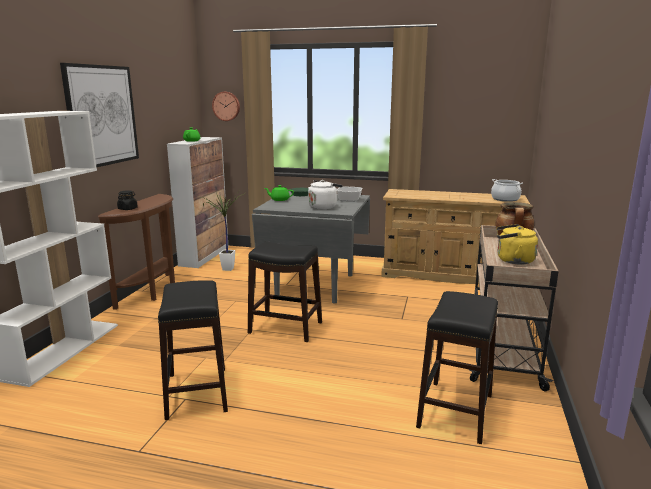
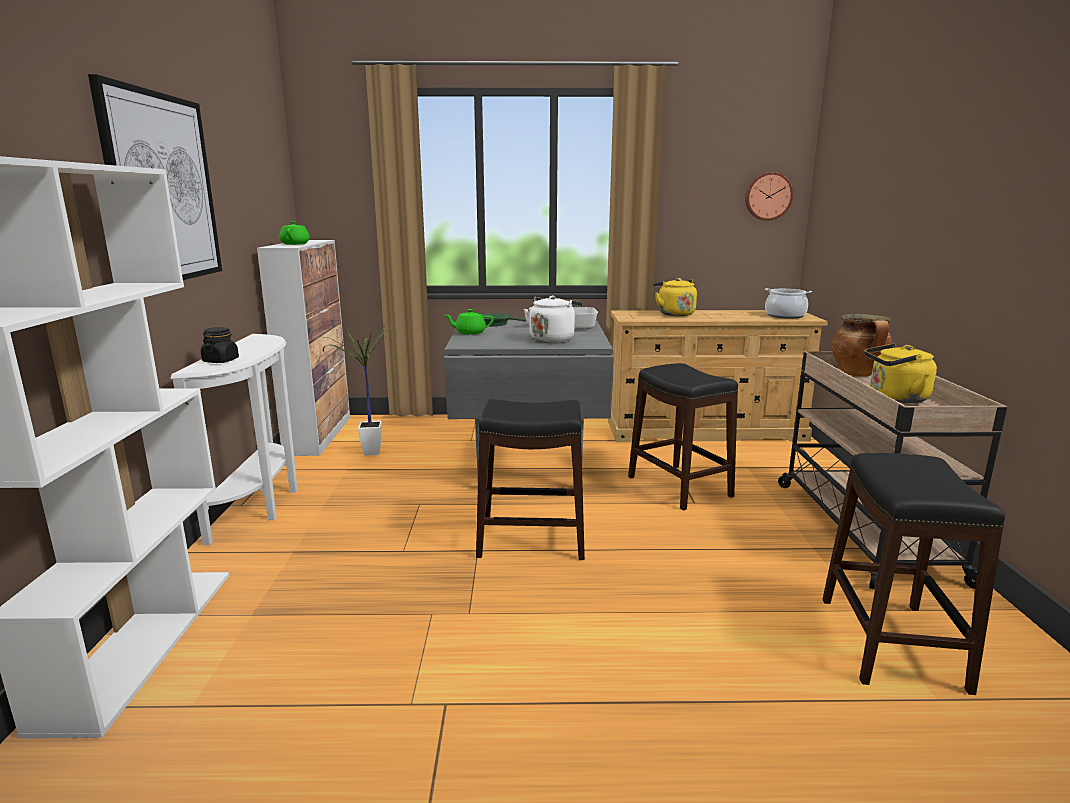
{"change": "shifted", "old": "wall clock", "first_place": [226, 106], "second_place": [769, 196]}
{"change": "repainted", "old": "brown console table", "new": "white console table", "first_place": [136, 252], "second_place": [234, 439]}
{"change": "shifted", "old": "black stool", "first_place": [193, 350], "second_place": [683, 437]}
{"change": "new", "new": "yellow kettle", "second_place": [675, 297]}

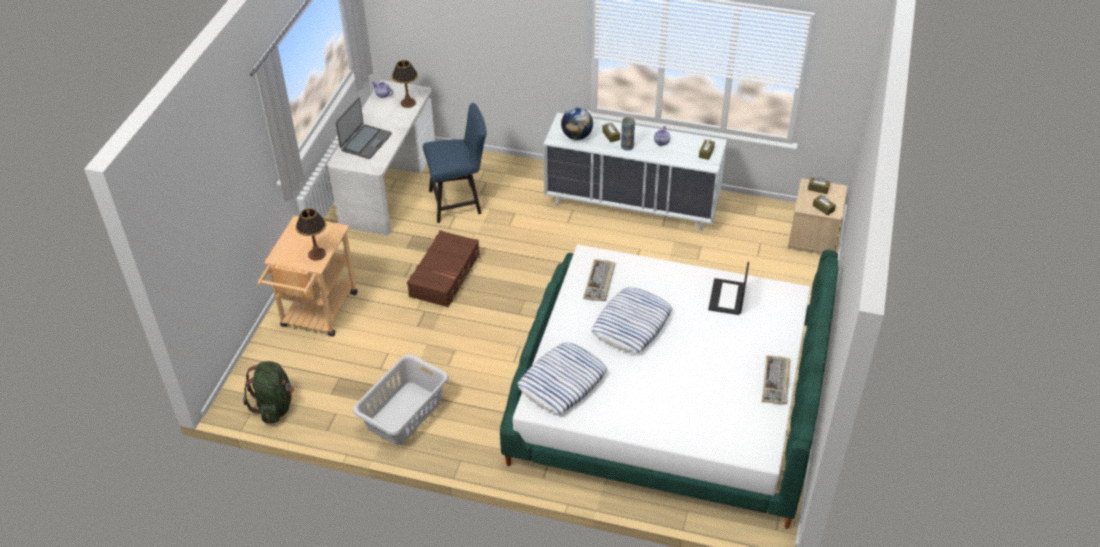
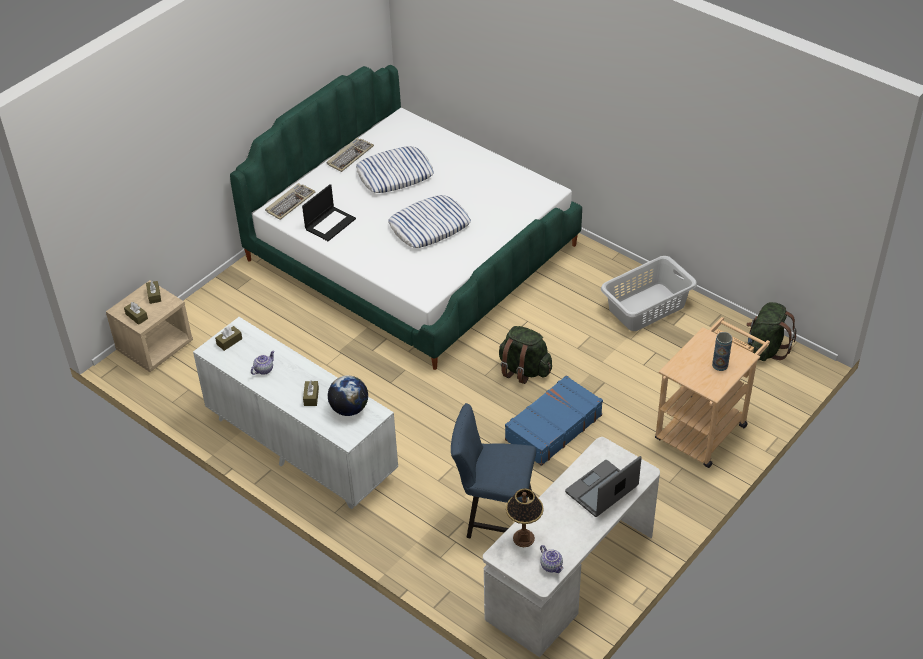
{"change": "shifted", "old": "vase", "first_place": [628, 134], "second_place": [722, 351]}
{"change": "gone", "old": "table lamp", "first_place": [311, 234]}
{"change": "repainted", "old": "brown suitcase", "new": "blue suitcase", "first_place": [443, 268], "second_place": [554, 420]}
{"change": "shifted", "old": "keyboard", "first_place": [599, 280], "second_place": [290, 201]}
{"change": "shifted", "old": "pillow", "first_place": [562, 378], "second_place": [395, 169]}
{"change": "new", "new": "green backpack", "second_place": [525, 355]}

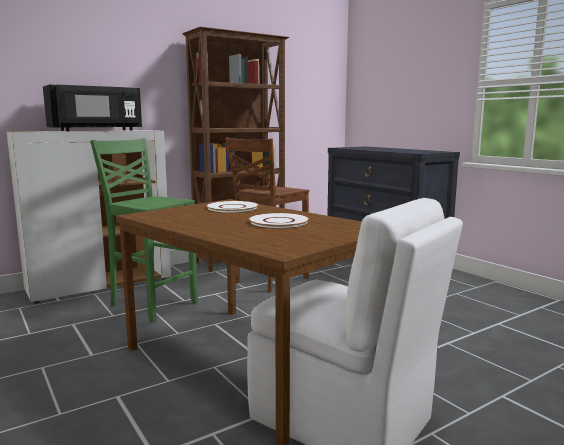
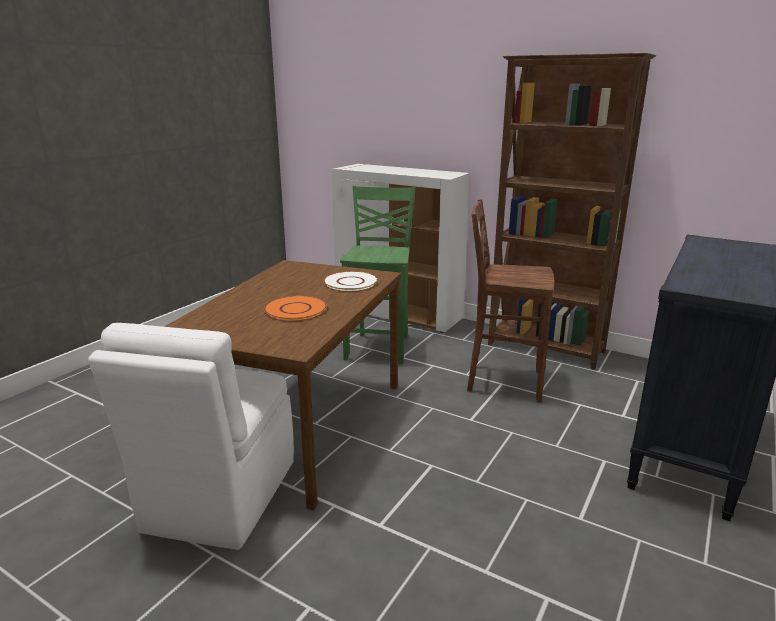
{"change": "gone", "old": "black microwave", "first_place": [92, 108]}
{"change": "repainted", "old": "white plate", "new": "orange plate", "first_place": [279, 220], "second_place": [295, 308]}

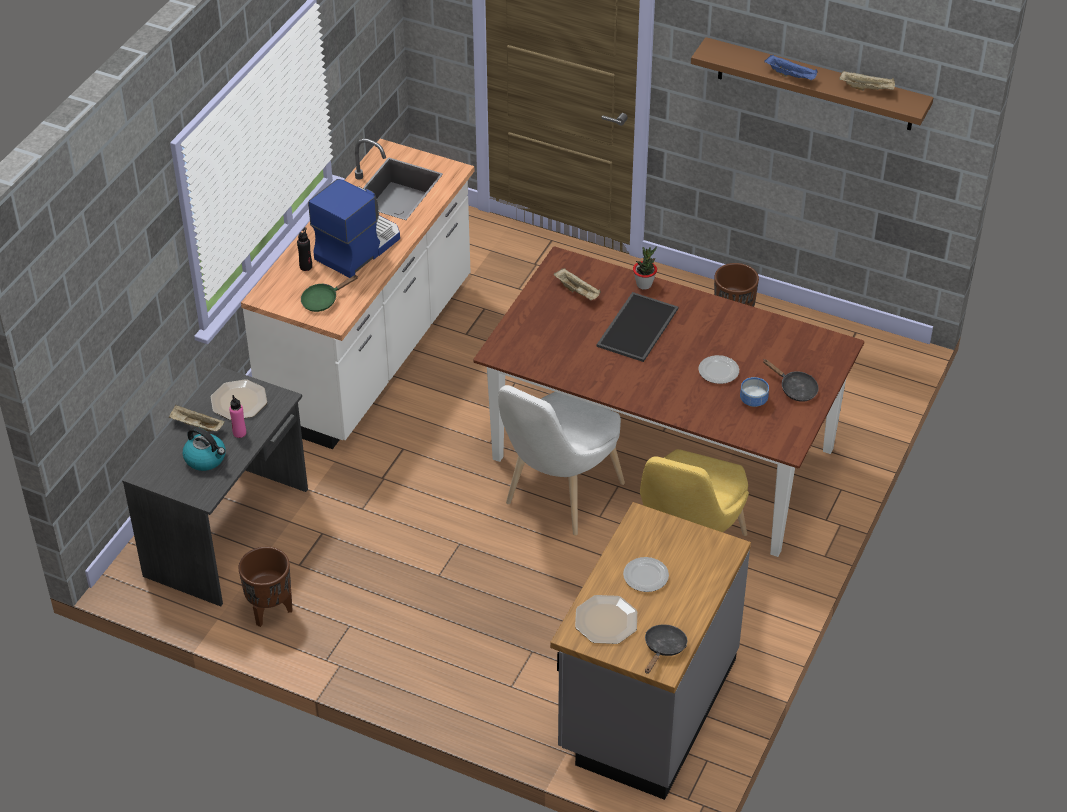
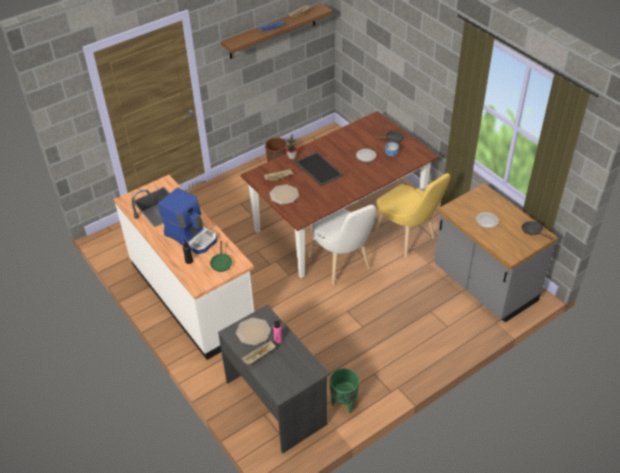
{"change": "rotated", "old": "coffee machine", "first_place": [354, 228], "second_place": [187, 220], "degrees": 150}
{"change": "gone", "old": "kettle", "first_place": [204, 449]}
{"change": "repainted", "old": "brown planter", "new": "green planter", "first_place": [265, 587], "second_place": [344, 390]}
{"change": "shifted", "old": "plate", "first_place": [606, 619], "second_place": [284, 194]}

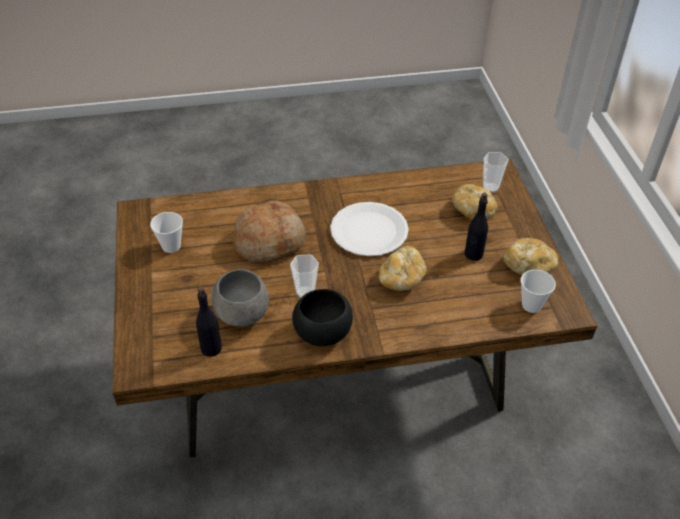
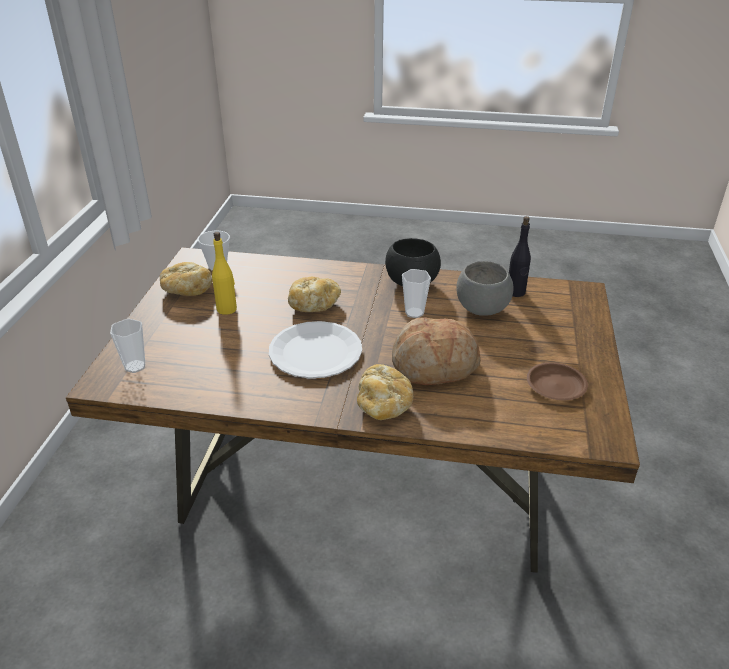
{"change": "shifted", "old": "bread", "first_place": [475, 202], "second_place": [385, 392]}
{"change": "repainted", "old": "black bottle", "new": "yellow bottle", "first_place": [476, 227], "second_place": [224, 273]}
{"change": "swapped", "old": "cup", "new": "brown plate", "first_place": [166, 232], "second_place": [557, 381]}

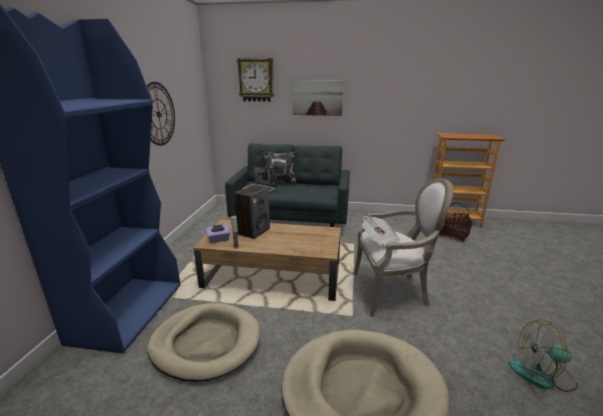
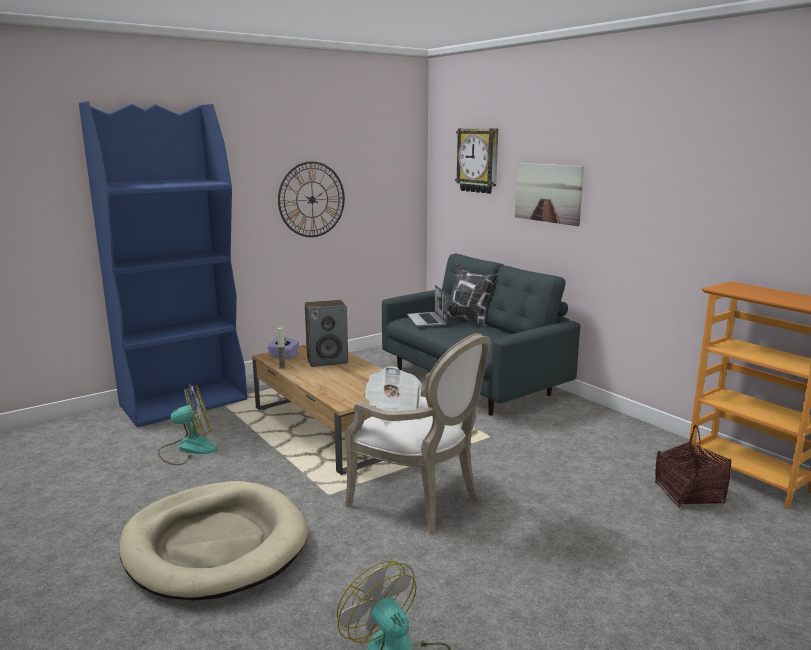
{"change": "swapped", "old": "beige dog bed", "new": "fan", "first_place": [203, 342], "second_place": [187, 424]}

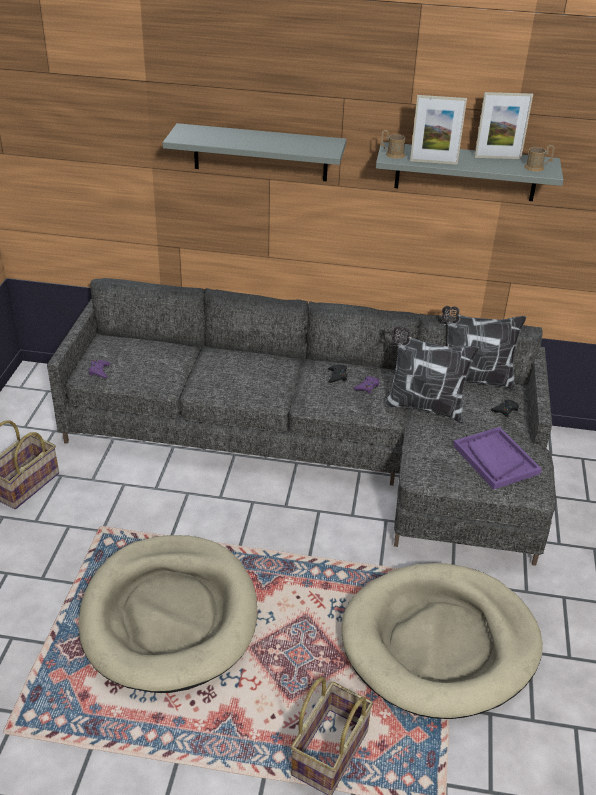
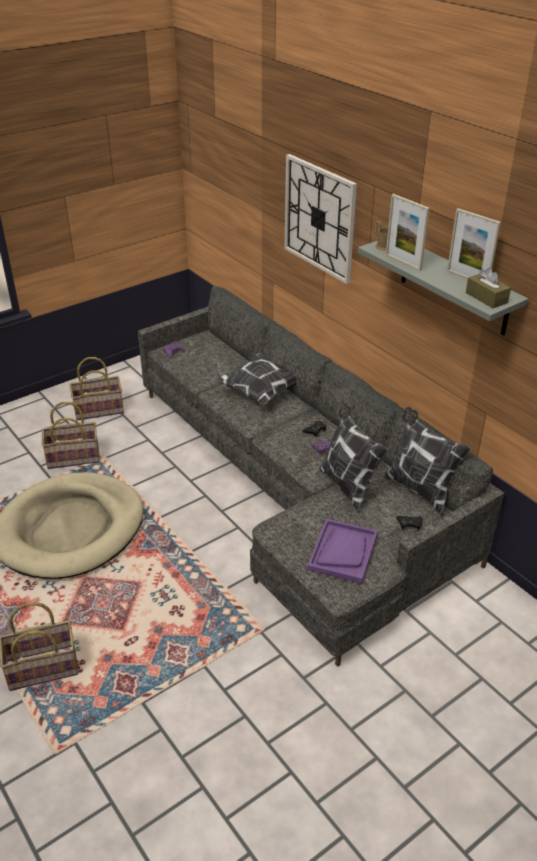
{"change": "swapped", "old": "grey shelf", "new": "wall clock", "first_place": [254, 152], "second_place": [320, 219]}
{"change": "swapped", "old": "brown mug", "new": "brown tissue box", "first_place": [539, 158], "second_place": [488, 287]}
{"change": "gone", "old": "beige dog bed", "first_place": [442, 641]}
{"change": "new", "new": "pillow", "second_place": [256, 379]}
{"change": "new", "new": "basket", "second_place": [71, 435]}

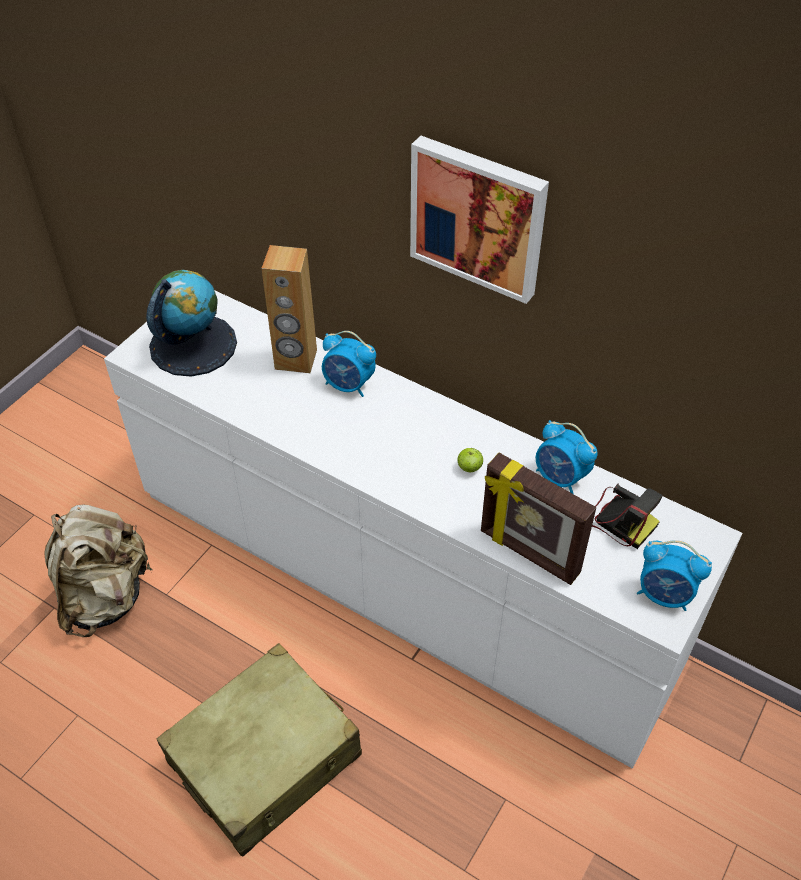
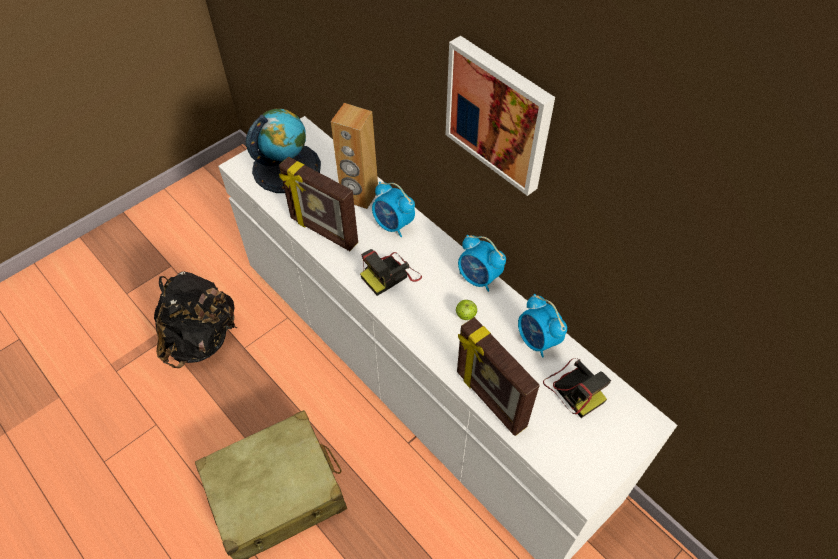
{"change": "repainted", "old": "beige backpack", "new": "black backpack", "first_place": [99, 571], "second_place": [196, 319]}
{"change": "shifted", "old": "alarm clock", "first_place": [674, 575], "second_place": [482, 263]}
{"change": "new", "new": "picture frame", "second_place": [318, 204]}
{"change": "new", "new": "photo camera", "second_place": [391, 272]}

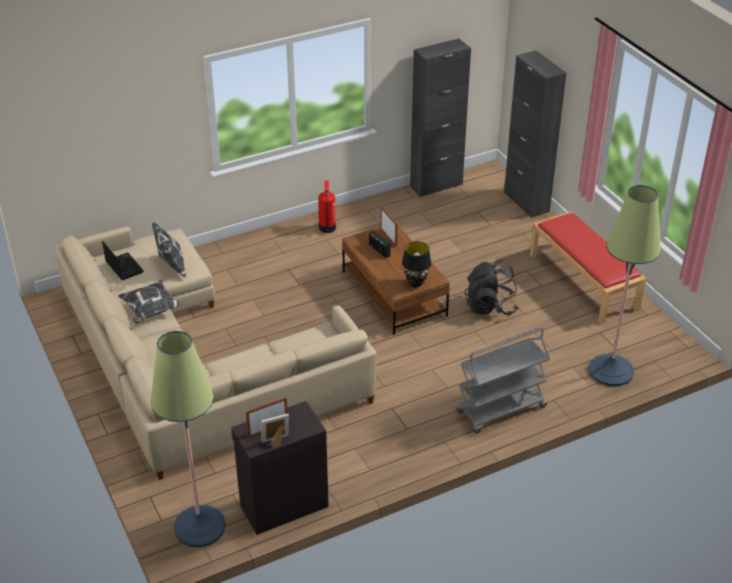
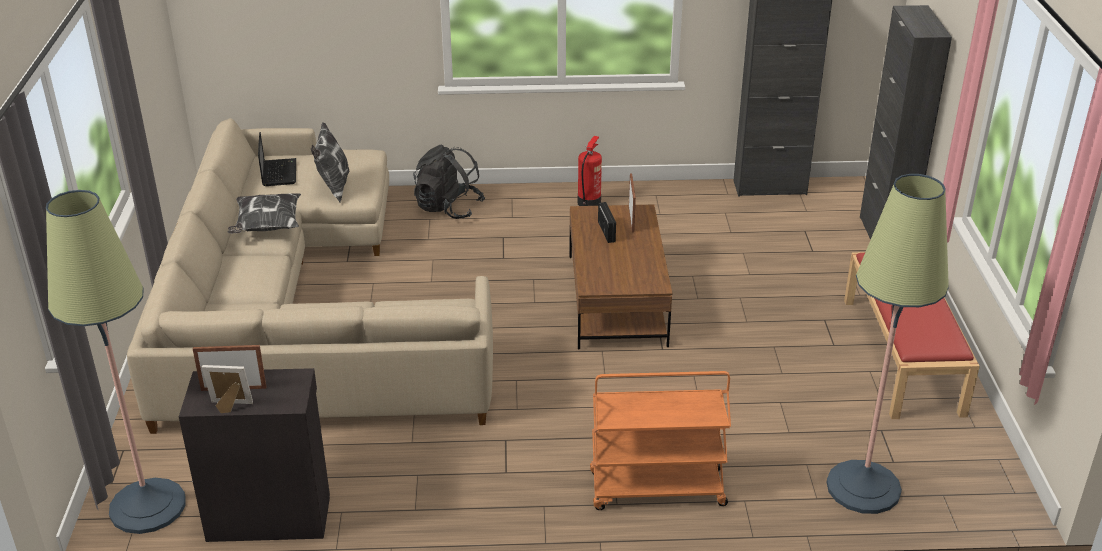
{"change": "gone", "old": "black table lamp", "first_place": [417, 264]}
{"change": "shifted", "old": "black backpack", "first_place": [492, 288], "second_place": [449, 181]}
{"change": "repainted", "old": "grey cart", "new": "orange cart", "first_place": [503, 380], "second_place": [660, 440]}

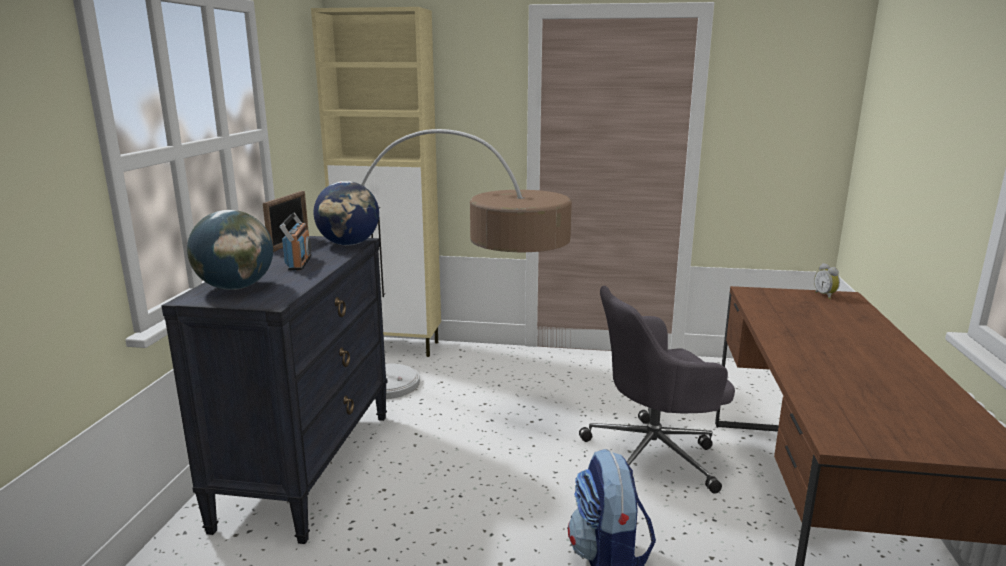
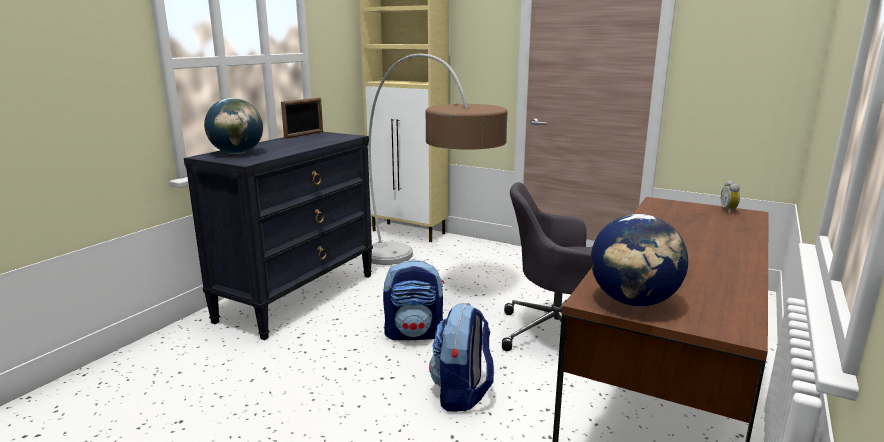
{"change": "shifted", "old": "globe", "first_place": [346, 213], "second_place": [639, 260]}
{"change": "gone", "old": "radio", "first_place": [295, 242]}
{"change": "new", "new": "backpack", "second_place": [413, 299]}

